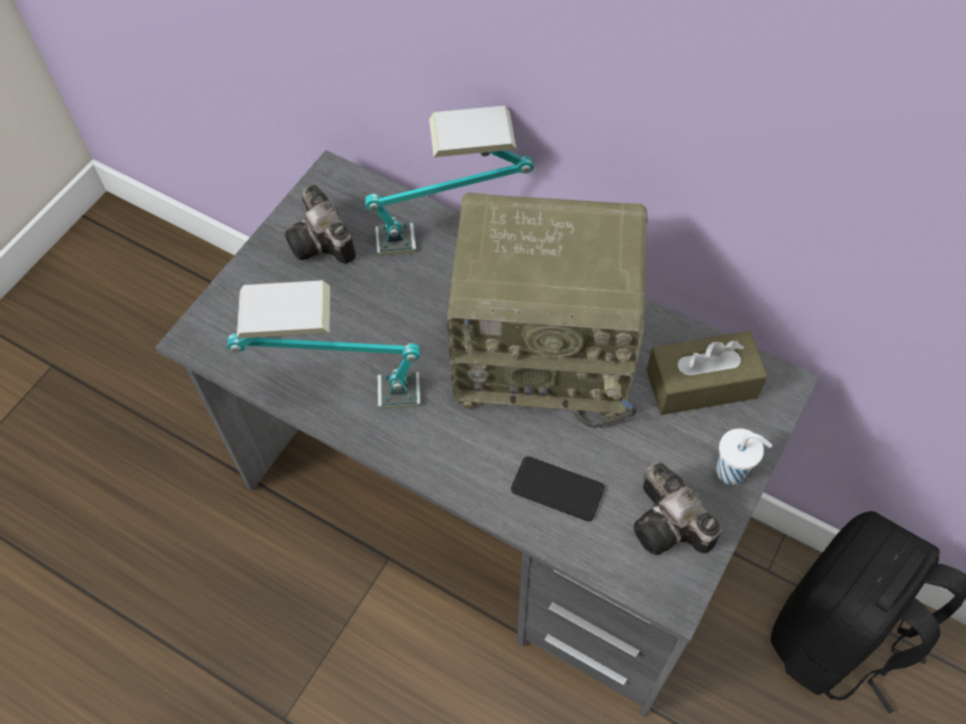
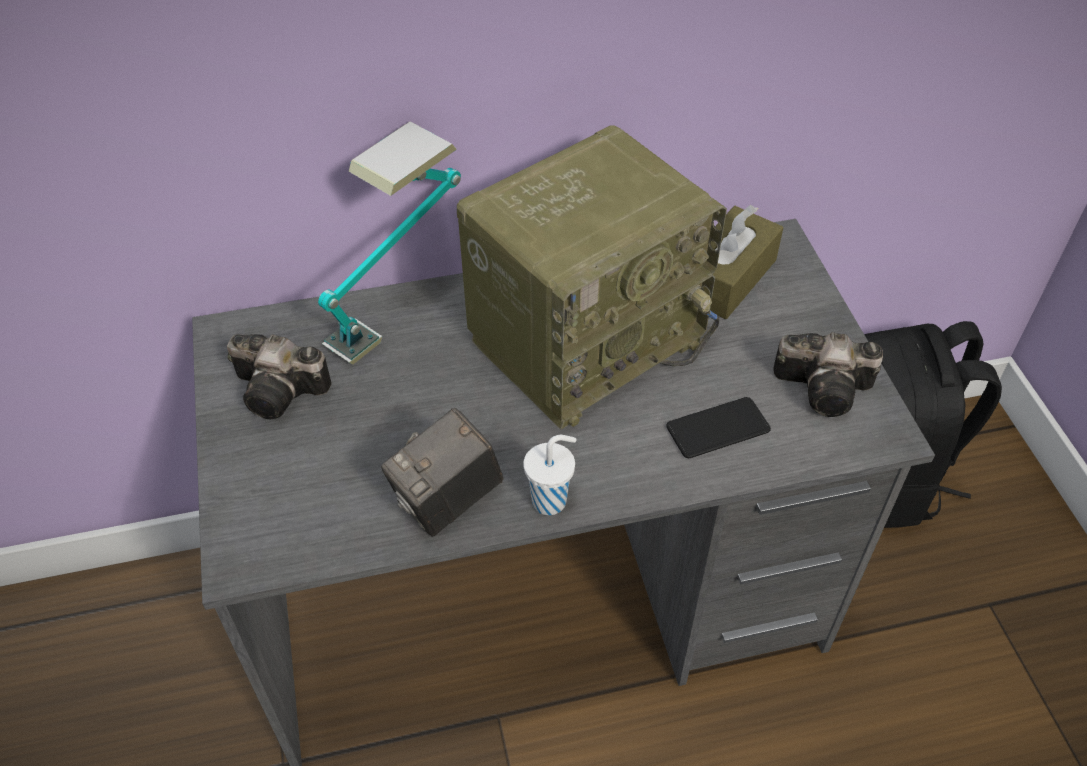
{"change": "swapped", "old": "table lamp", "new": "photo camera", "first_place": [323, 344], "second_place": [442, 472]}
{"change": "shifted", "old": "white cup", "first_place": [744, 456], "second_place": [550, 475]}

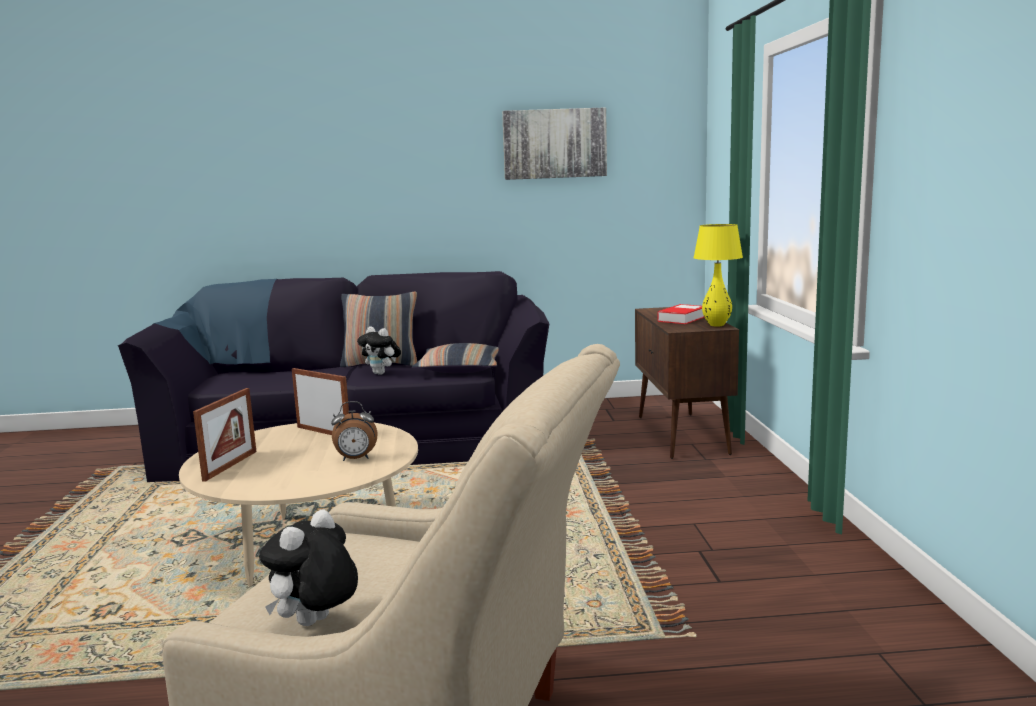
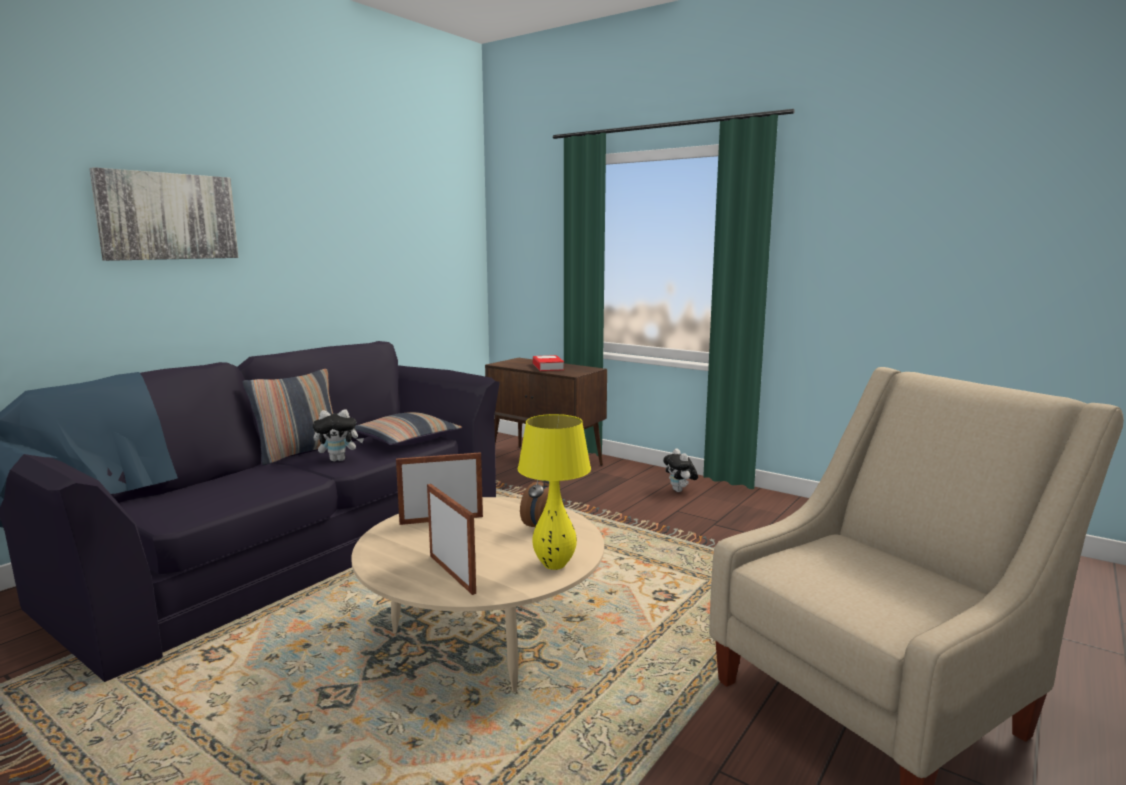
{"change": "shifted", "old": "picture", "first_place": [554, 143], "second_place": [163, 214]}
{"change": "shifted", "old": "yellow table lamp", "first_place": [718, 275], "second_place": [554, 492]}
{"change": "shifted", "old": "plush toy", "first_place": [308, 567], "second_place": [680, 470]}

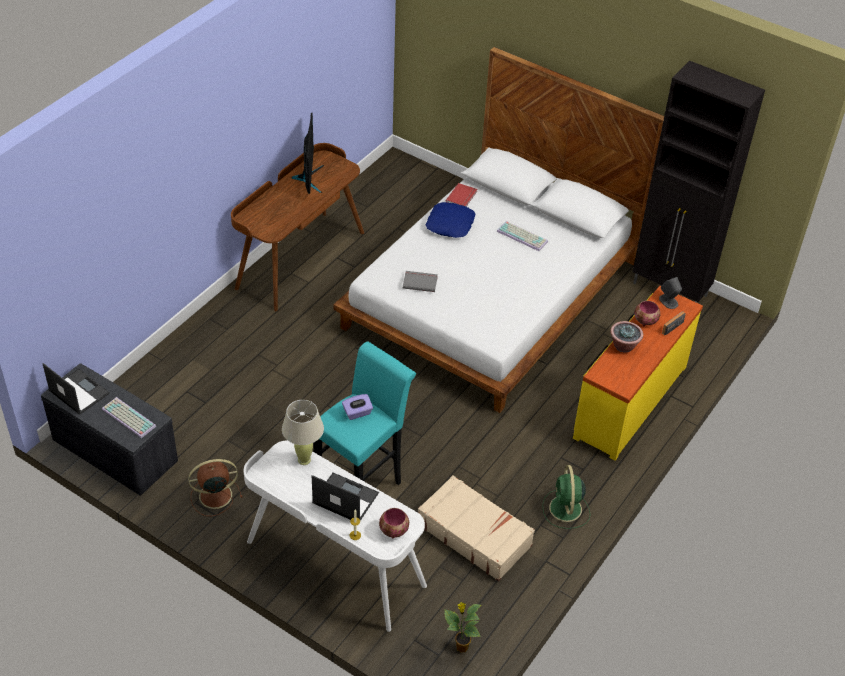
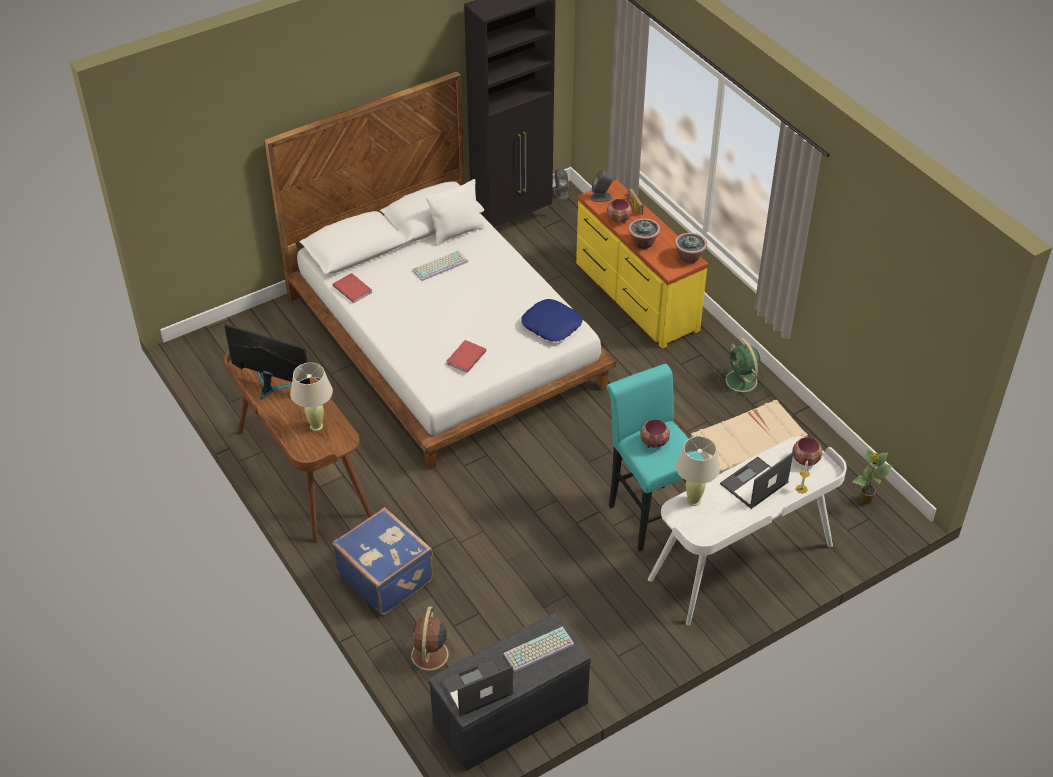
{"change": "shifted", "old": "blue pillow", "first_place": [450, 220], "second_place": [552, 320]}
{"change": "repainted", "old": "grey book", "new": "red book", "first_place": [420, 281], "second_place": [466, 356]}
{"change": "swapped", "old": "purple tissue box", "new": "bowl", "first_place": [357, 407], "second_place": [655, 433]}
{"change": "shifted", "old": "brown fan", "first_place": [215, 487], "second_place": [429, 642]}
{"change": "rotated", "old": "green fan", "first_place": [566, 497], "second_place": [742, 367], "degrees": 45}
{"change": "new", "new": "grey speaker", "second_place": [561, 184]}
{"change": "new", "new": "white pillow", "second_place": [455, 212]}
{"change": "new", "new": "potted plant", "second_place": [691, 248]}
{"change": "new", "new": "beige table lamp", "second_place": [311, 397]}
{"change": "new", "new": "blue suitcase", "second_place": [382, 561]}

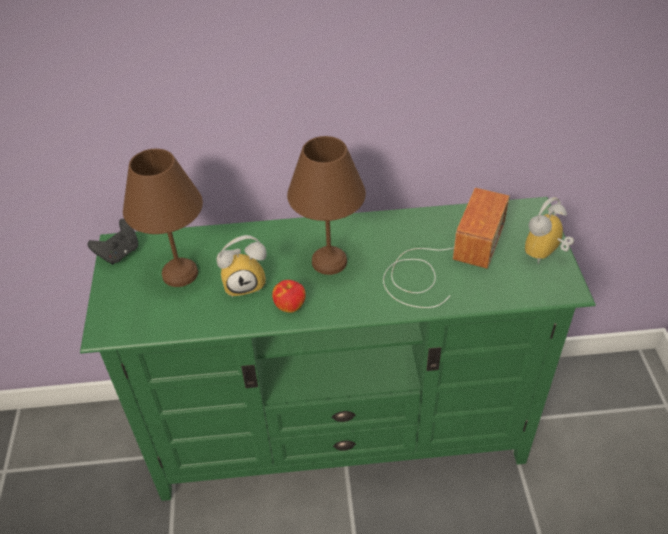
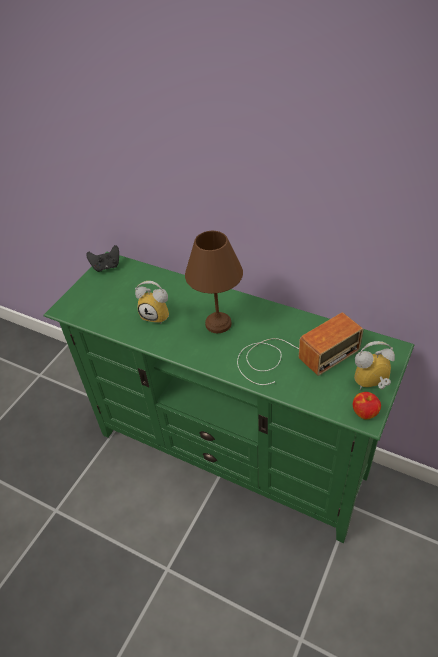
{"change": "gone", "old": "brown table lamp", "first_place": [163, 218]}
{"change": "shifted", "old": "apple", "first_place": [289, 296], "second_place": [367, 406]}

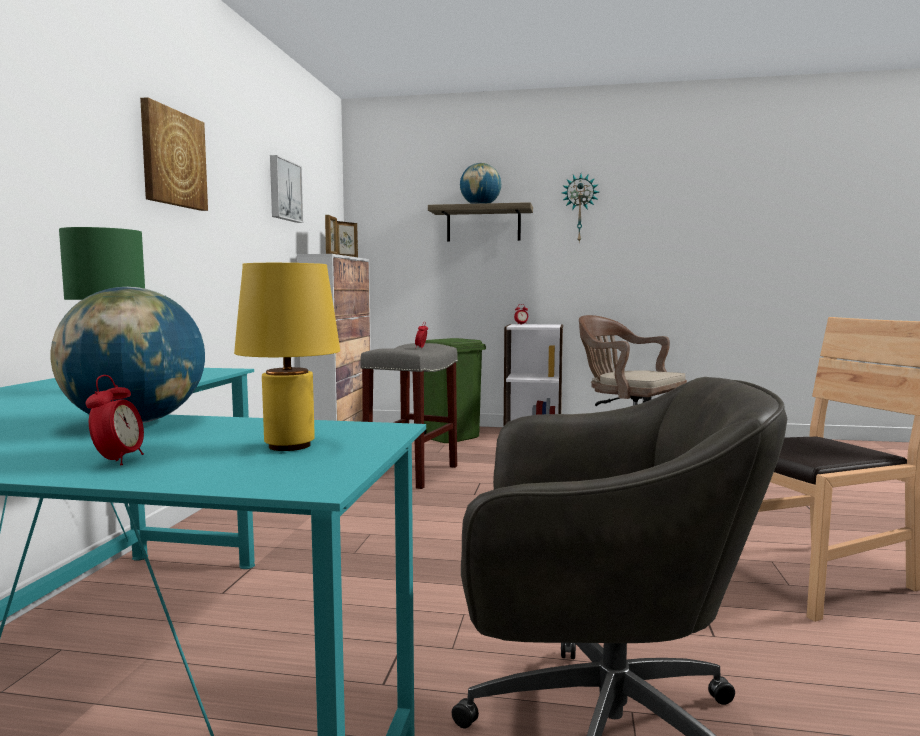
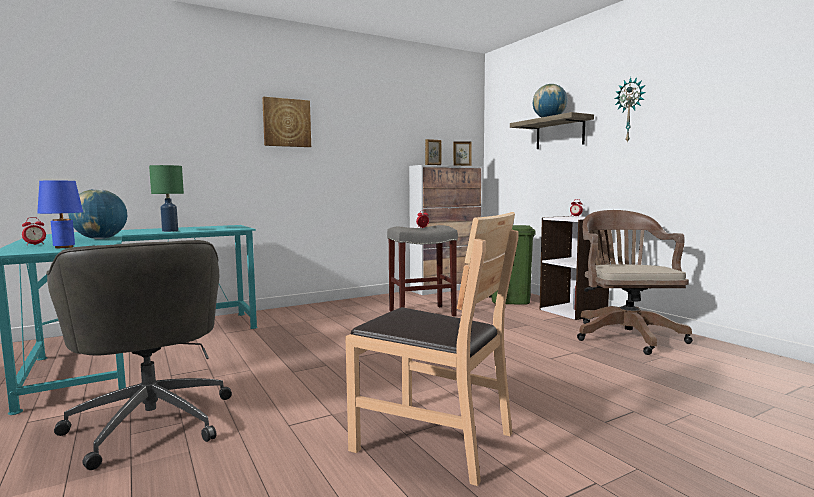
{"change": "gone", "old": "picture", "first_place": [286, 189]}
{"change": "repainted", "old": "yellow table lamp", "new": "blue table lamp", "first_place": [287, 357], "second_place": [60, 214]}

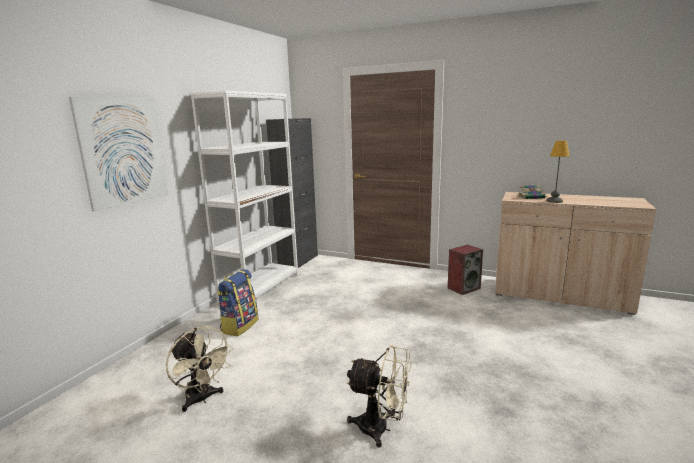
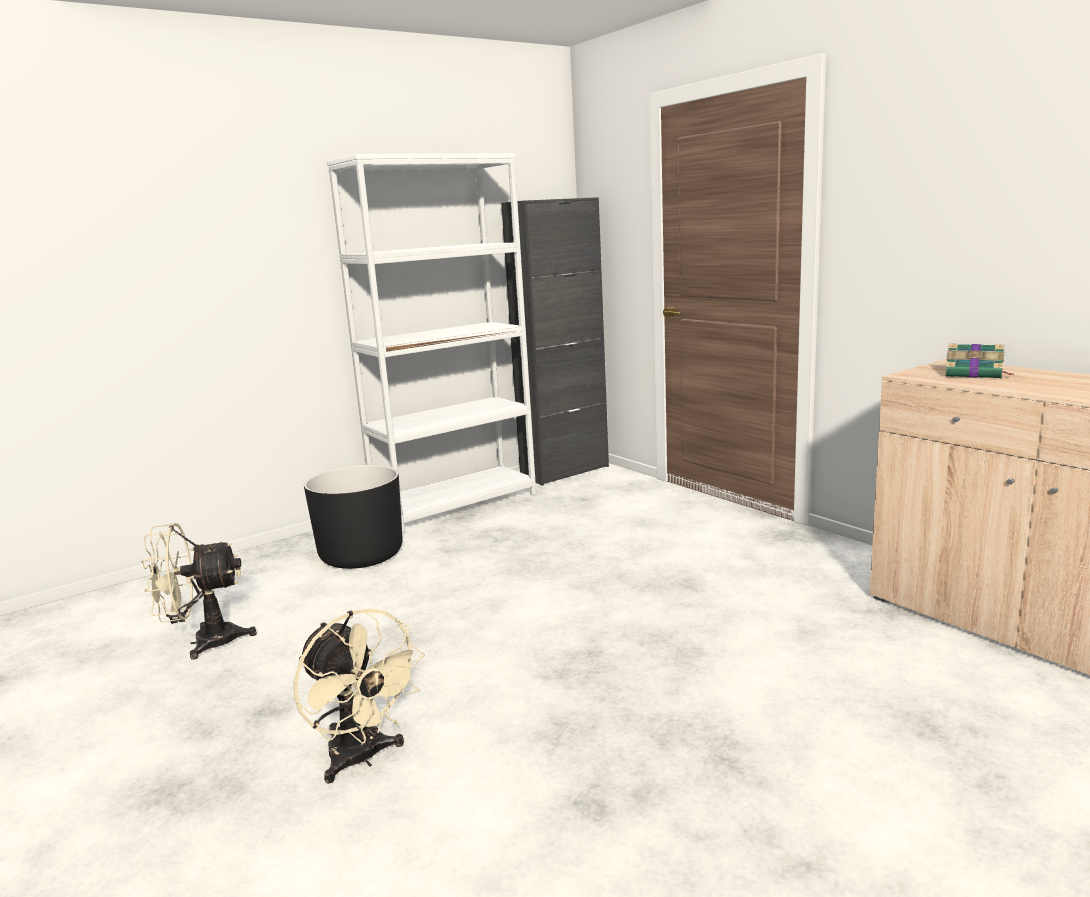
{"change": "gone", "old": "picture", "first_place": [118, 154]}
{"change": "gone", "old": "table lamp", "first_place": [558, 171]}
{"change": "gone", "old": "speaker", "first_place": [465, 270]}
{"change": "swapped", "old": "backpack", "new": "black planter", "first_place": [237, 302], "second_place": [353, 517]}
{"change": "rotated", "old": "beige fan", "first_place": [199, 369], "second_place": [199, 591], "degrees": 90}

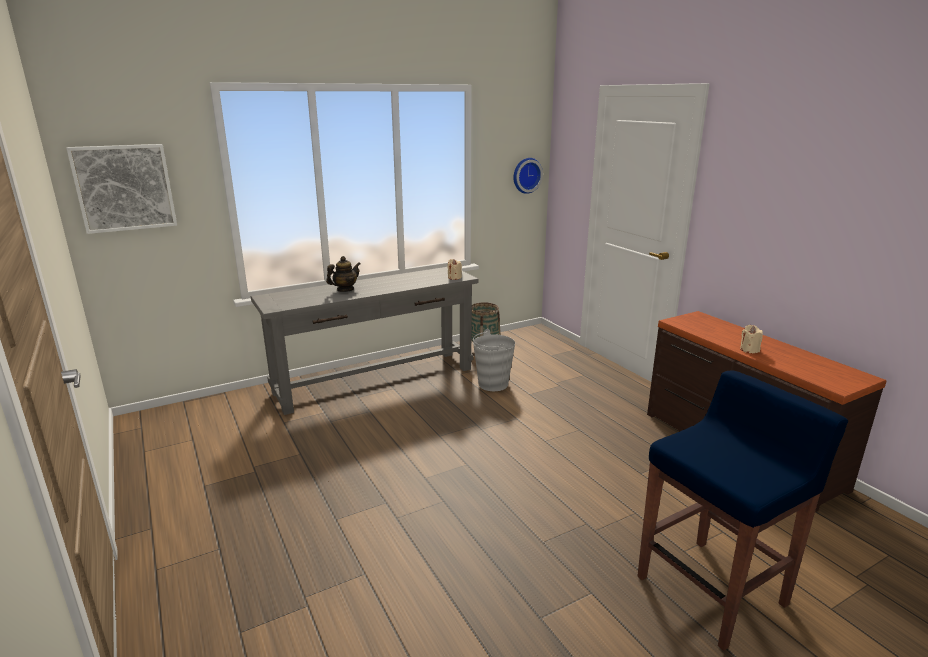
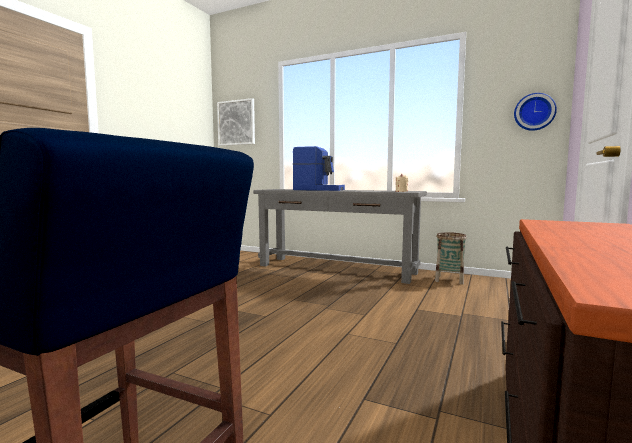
{"change": "swapped", "old": "teapot", "new": "coffee machine", "first_place": [343, 274], "second_place": [319, 168]}
{"change": "gone", "old": "beige candle", "first_place": [751, 339]}
{"change": "gone", "old": "grey bucket", "first_place": [494, 360]}

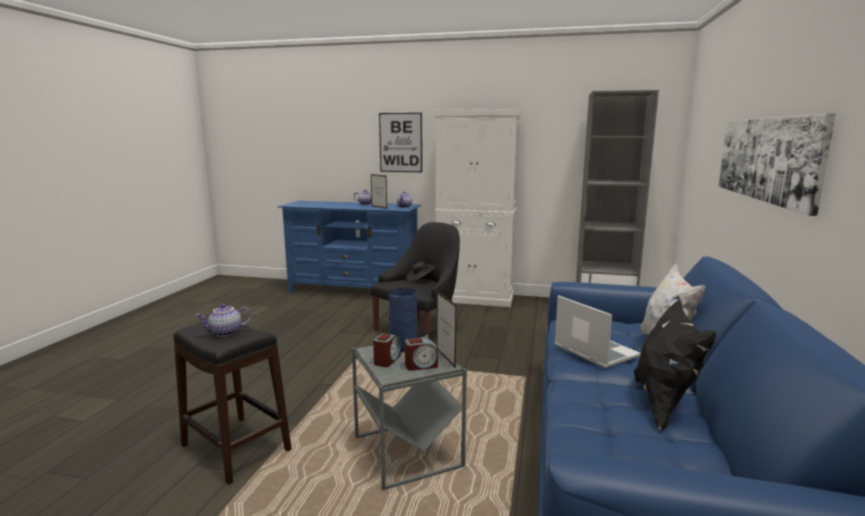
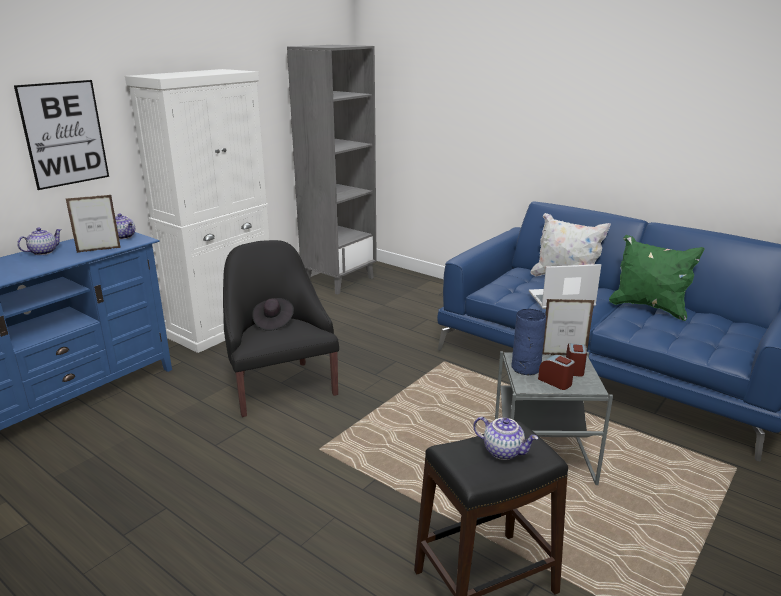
{"change": "gone", "old": "picture", "first_place": [777, 165]}
{"change": "repainted", "old": "black pillow", "new": "green pillow", "first_place": [675, 364], "second_place": [657, 278]}
{"change": "rotated", "old": "teapot", "first_place": [223, 320], "second_place": [505, 438], "degrees": -60}

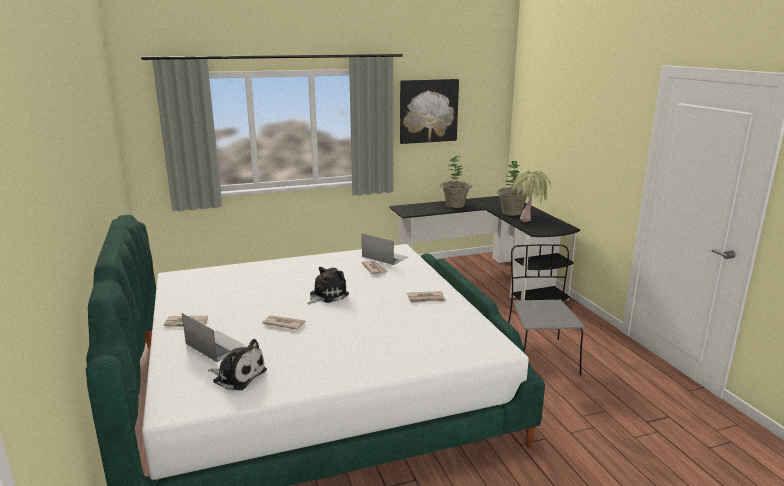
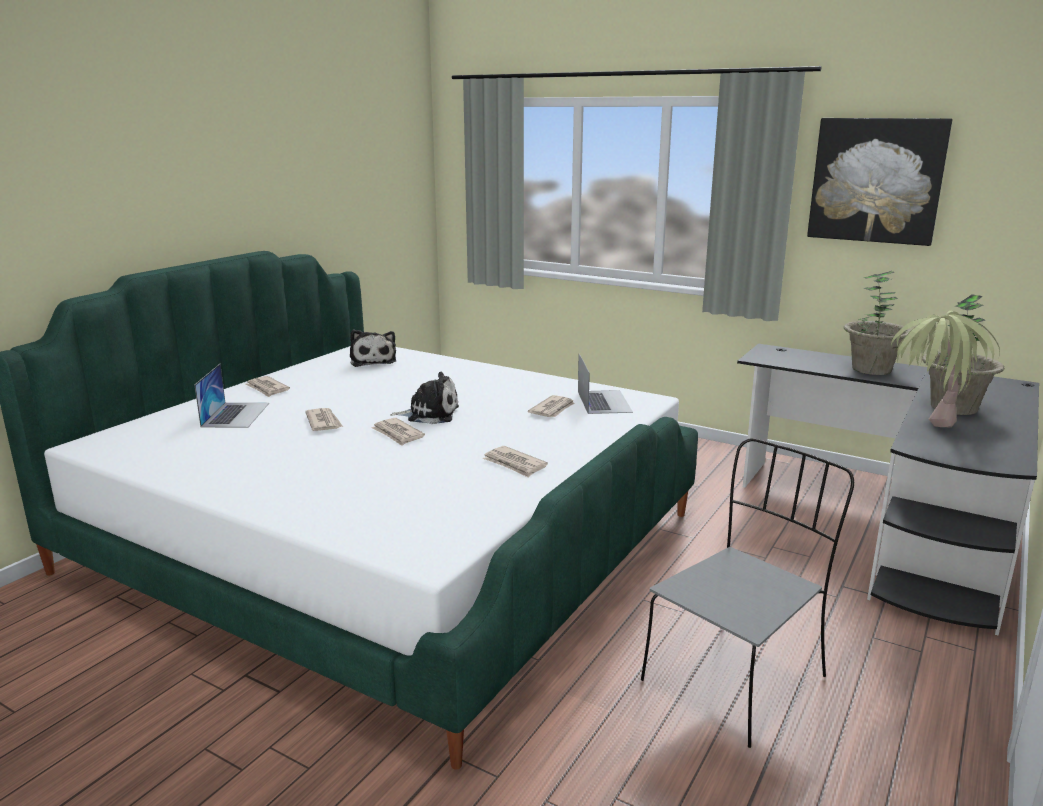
{"change": "shifted", "old": "plush toy", "first_place": [237, 364], "second_place": [373, 348]}
{"change": "new", "new": "newspaper", "second_place": [398, 432]}

